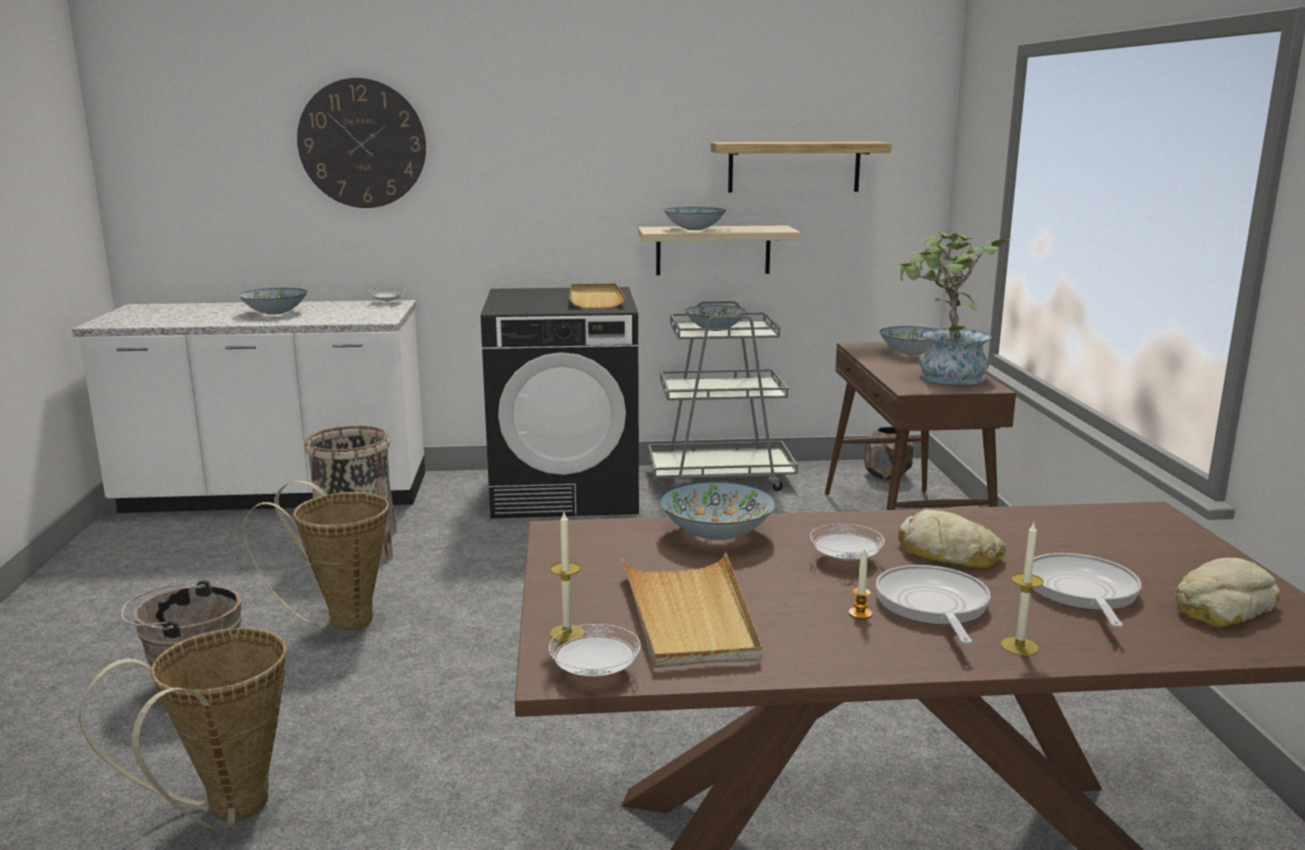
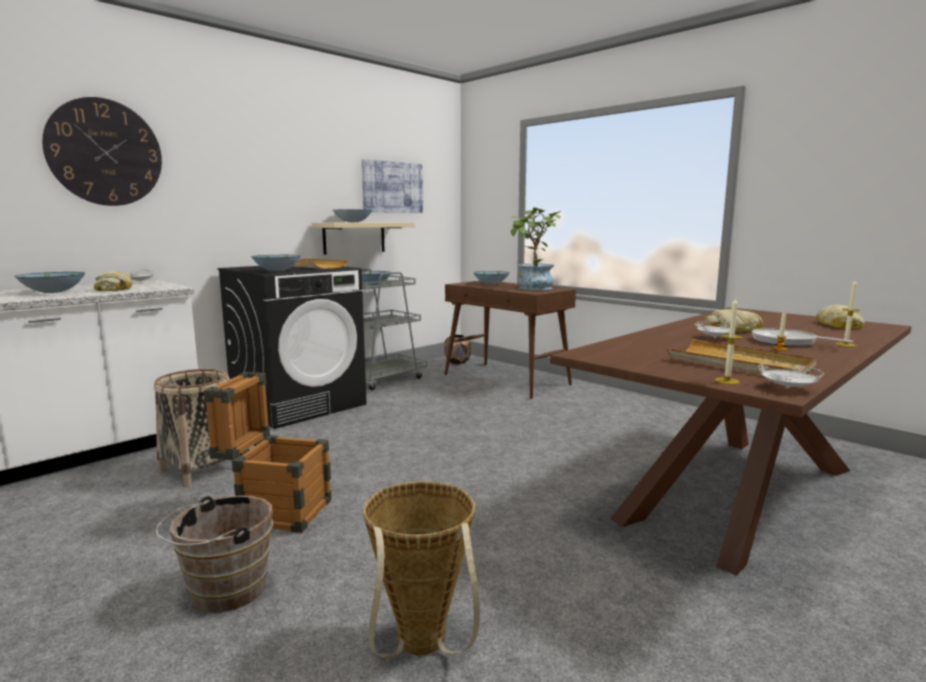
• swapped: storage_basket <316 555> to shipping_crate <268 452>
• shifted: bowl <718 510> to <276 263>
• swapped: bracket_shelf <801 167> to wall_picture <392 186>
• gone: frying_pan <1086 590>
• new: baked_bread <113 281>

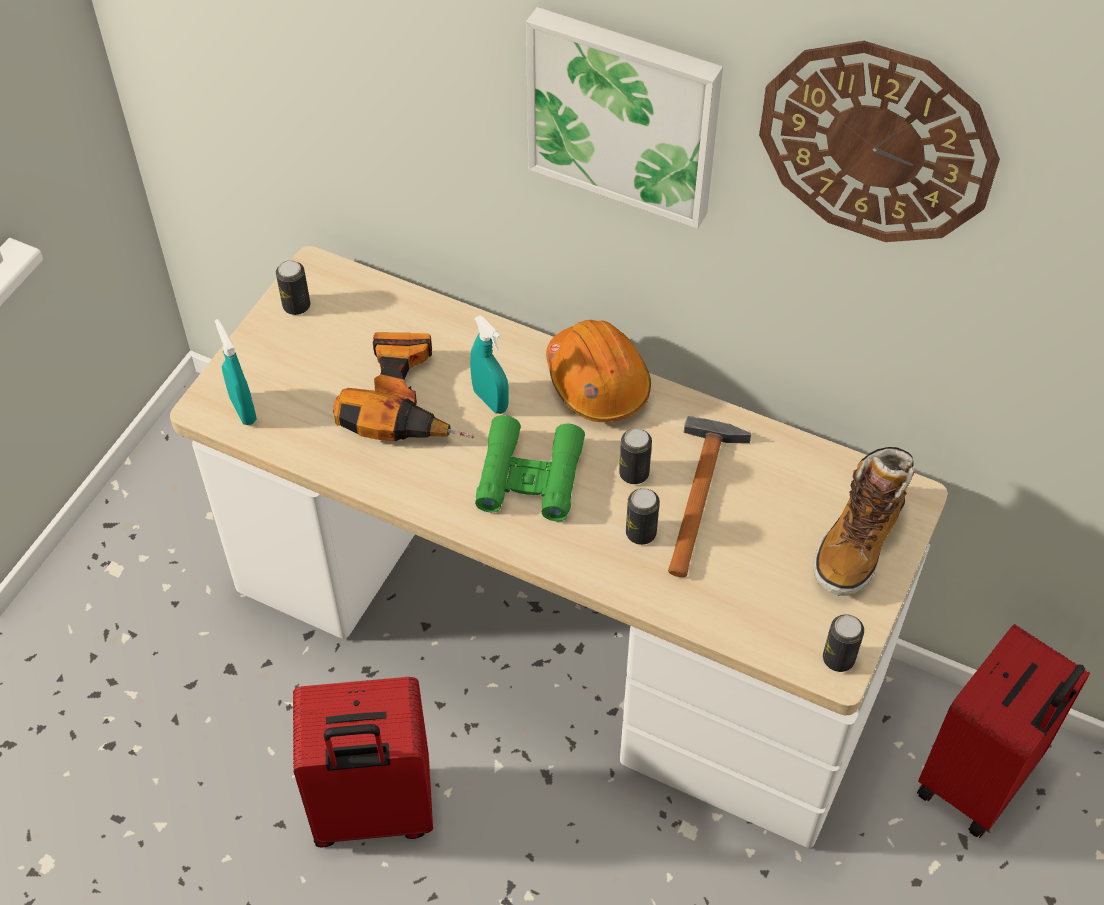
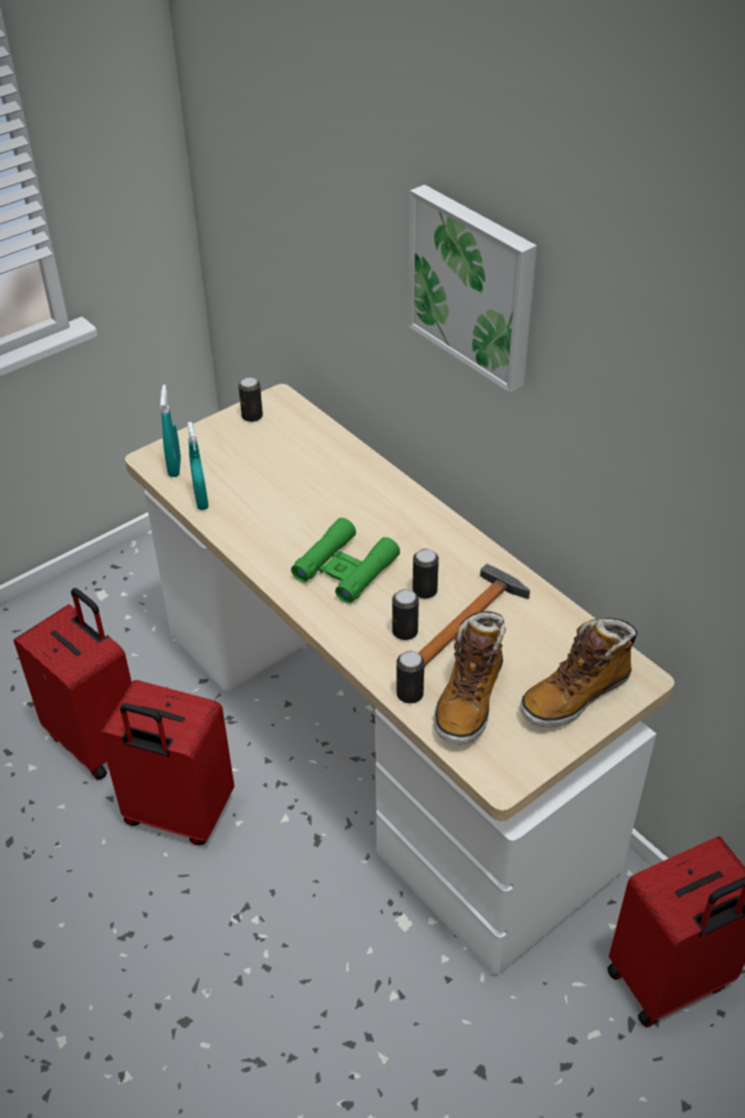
• gone: drill <403 387>
• shifted: turquoise_spray_bottle <489 364> to <198 466>
• gone: orange_hard_hat <598 371>
• gone: hanging_clock <879 141>
• shifted: sealed_can <843 643> to <410 677>
• new: reddish_piece_of_luggage <73 684>
• new: tall_boot <470 678>

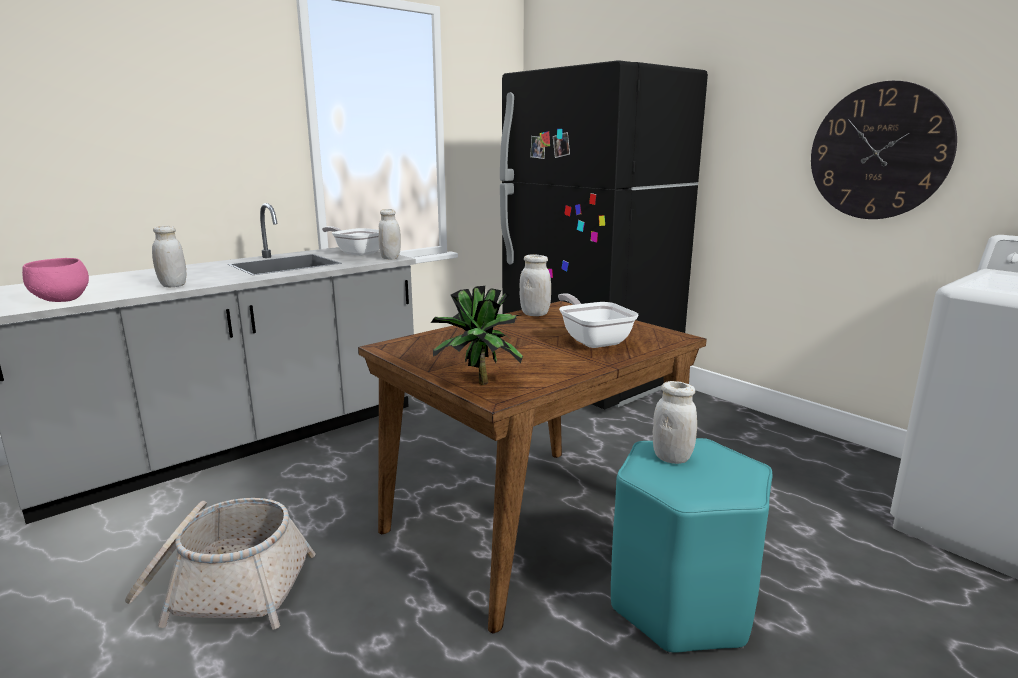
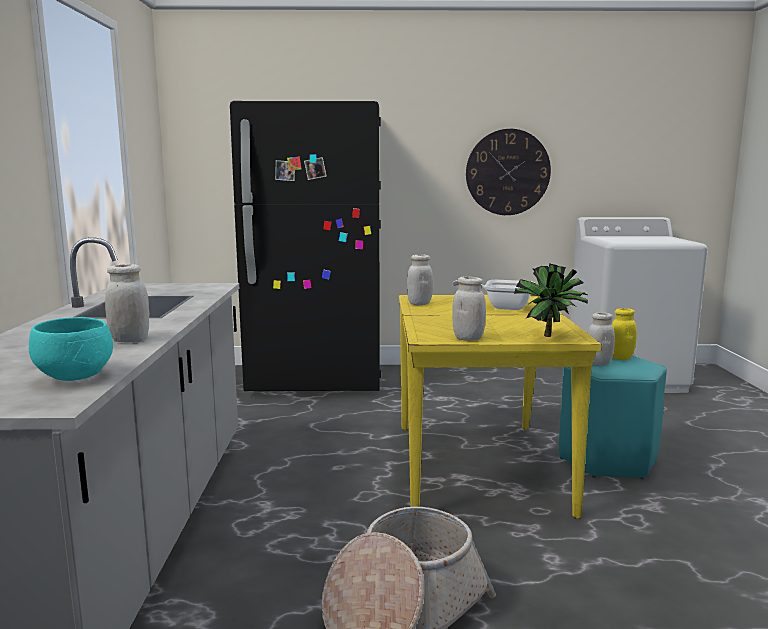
• repainted: pinkish_bowl <55 280> to turquoise_bowl <71 349>
• gone: frying_pan <350 241>
• repainted: brown_kitchen_table <532 467> to yellow-coloured_kitchen_table <500 407>
• shifted: white-coloured_storage_jar <389 234> to <469 308>
• new: yellow-coloured_storage_jar <624 334>

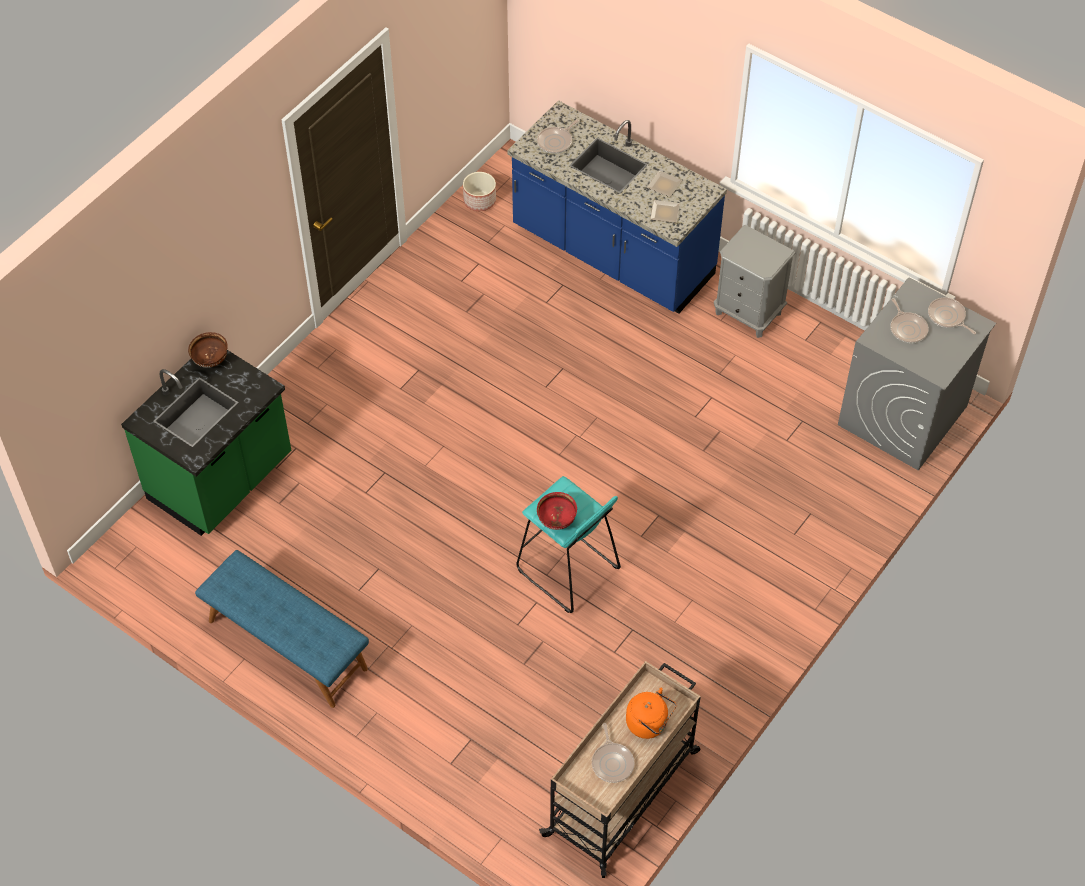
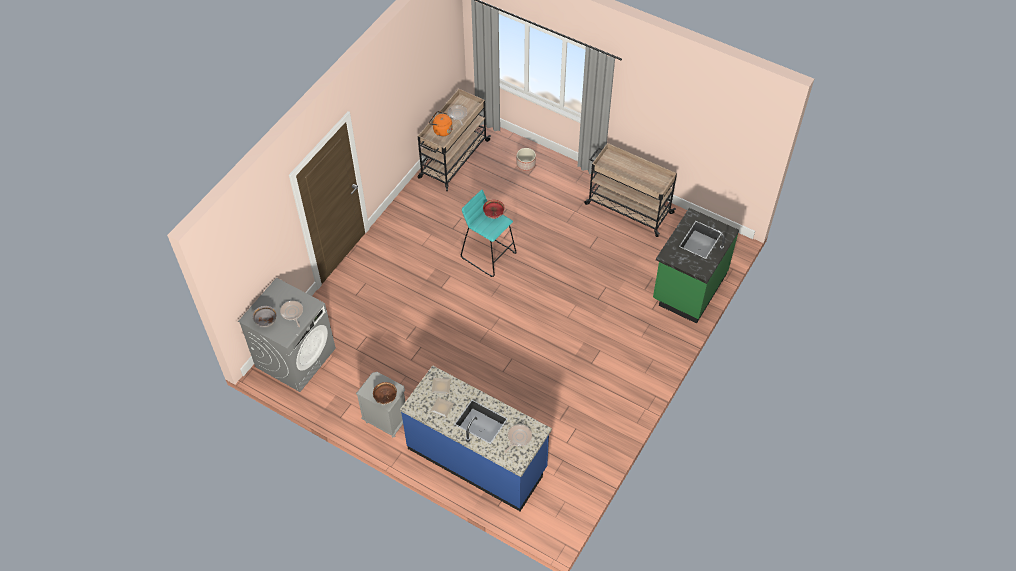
• shifted: brown_bowl <208 350> to <385 393>
• swapped: blue-coloured_bench <282 629> to sand-coloured_wheeled_cart <630 190>
• shifted: flower_pot <479 191> to <526 159>
• swapped: frying_pan <952 316> to gray_bowl <265 316>

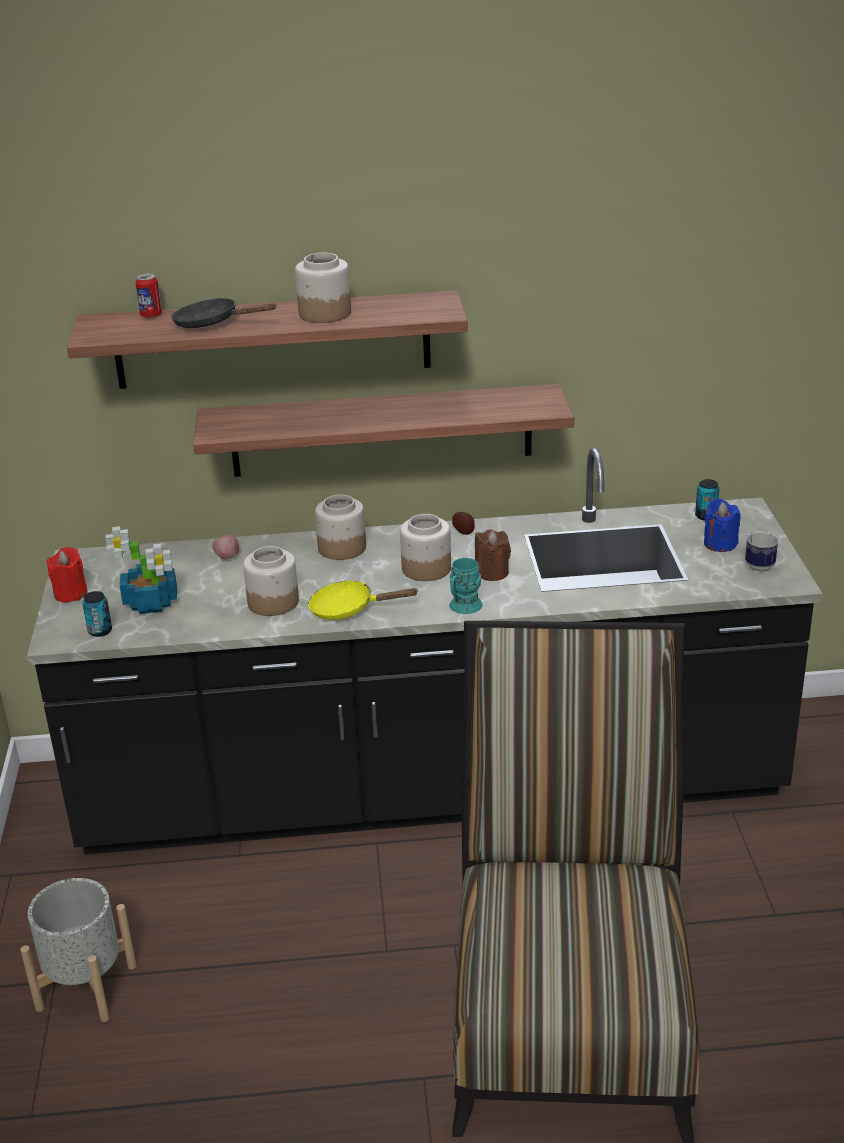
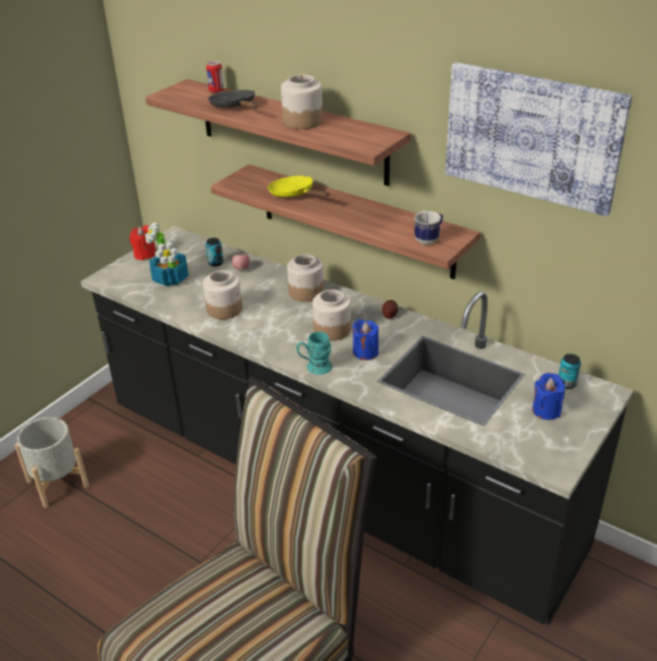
• shifted: sealed_can <97 614> to <214 252>
• shifted: yellow-coloured_frying_pan <363 600> to <299 186>
• repainted: brown_wax_candle <493 555> to blue-coloured_wax_candle <366 339>
• shifted: tea_mug <762 551> to <428 228>
• new: wall_picture <538 139>

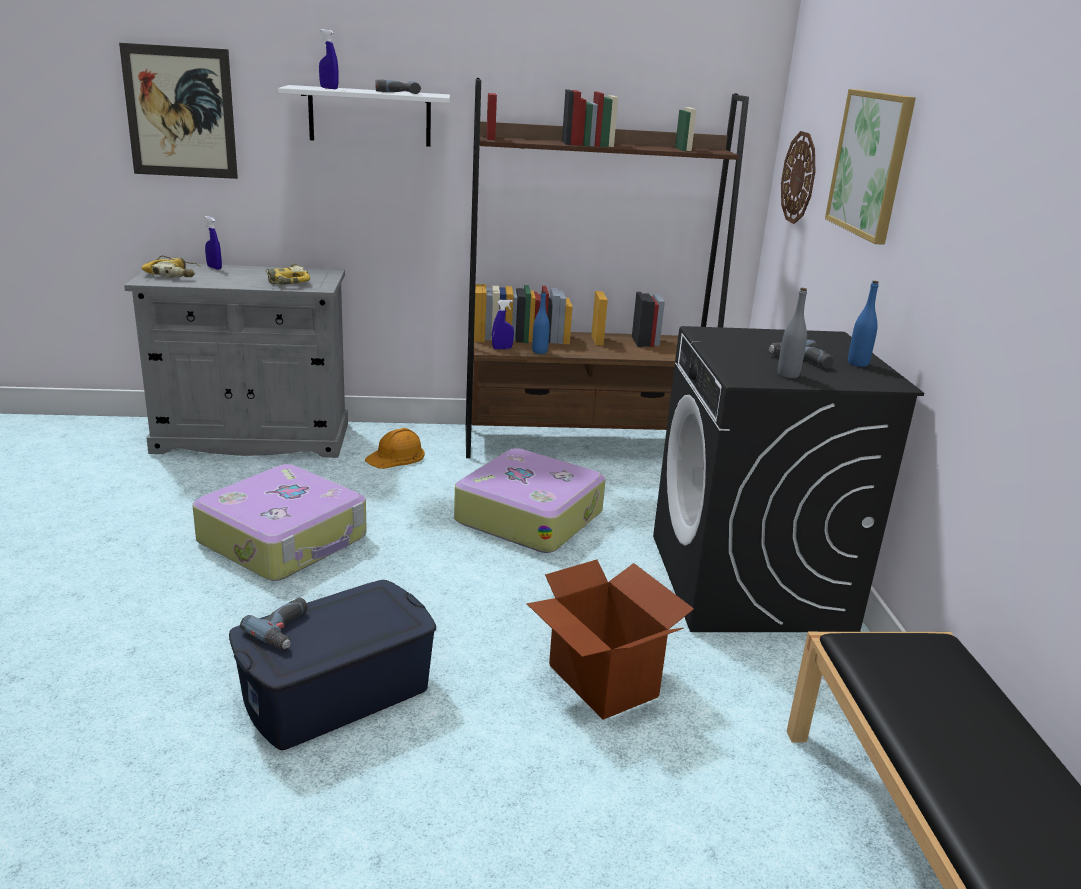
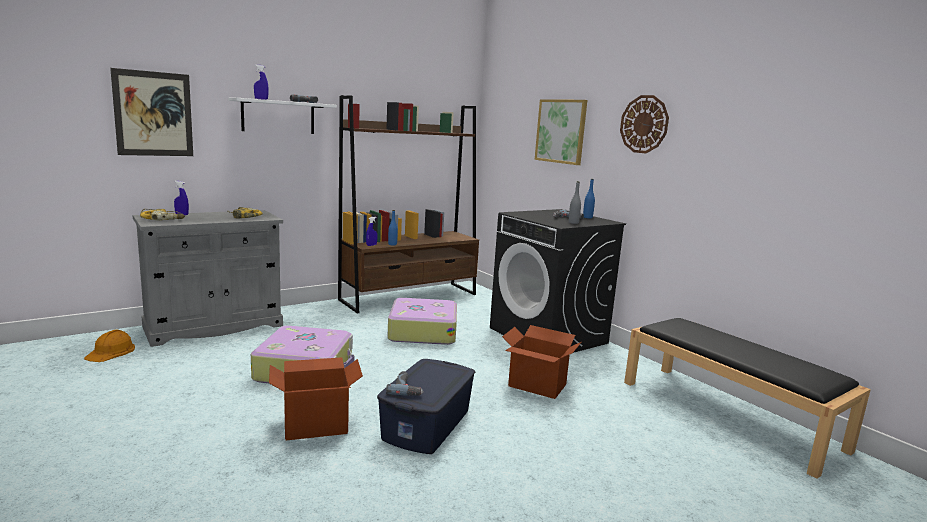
• shifted: orange_hard_hat <395 448> to <109 345>
• shifted: hanging_clock <798 177> to <644 124>
• new: cardboard_box <316 398>

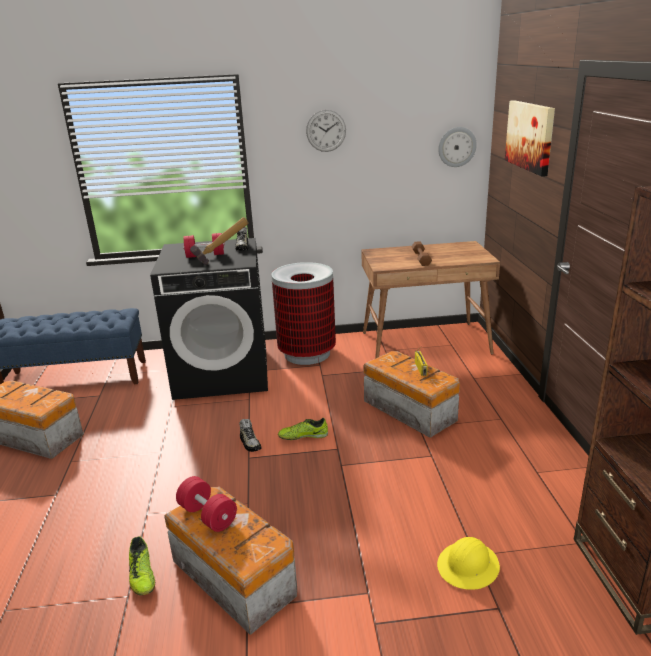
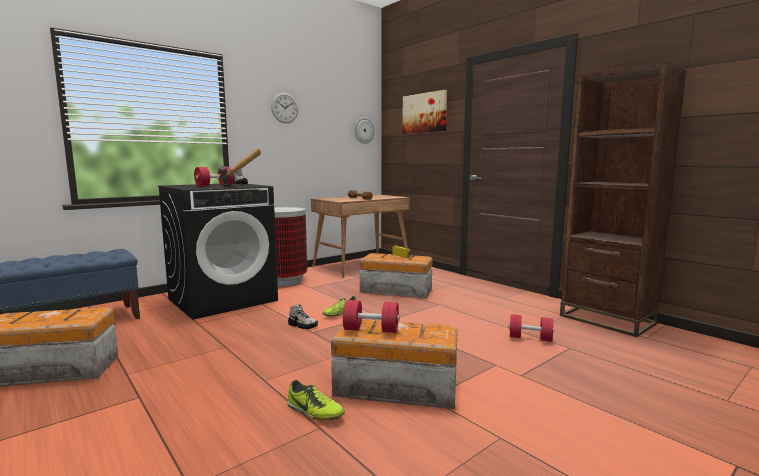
• swapped: yellow-coloured_hard_hat <468 563> to reddish_free_weight <531 328>

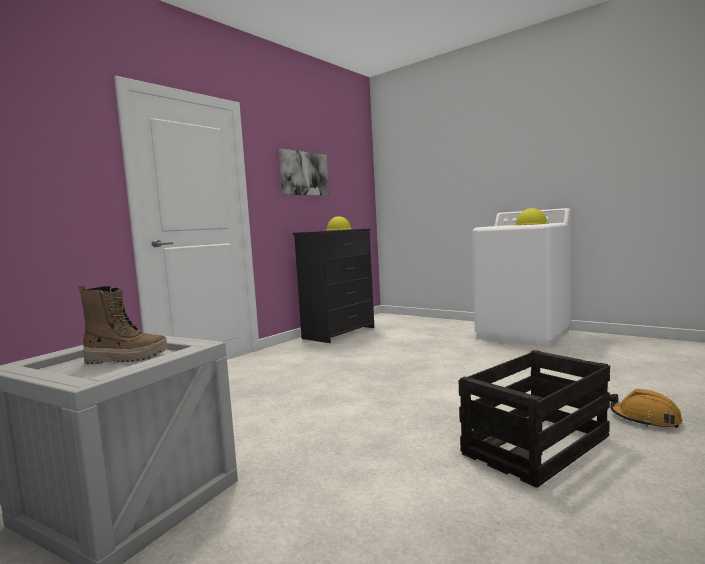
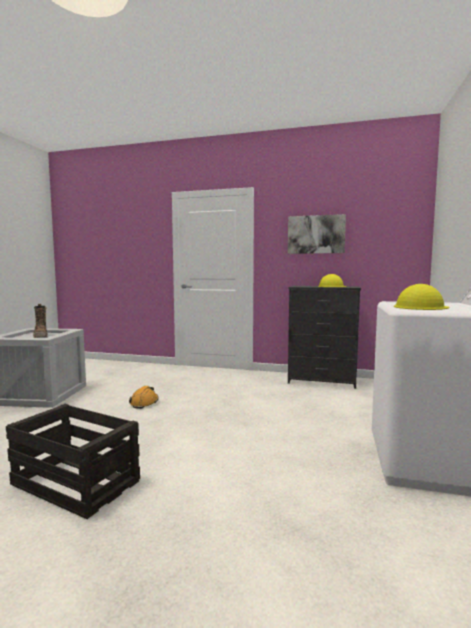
• shifted: orange_hard_hat <645 408> to <144 397>

